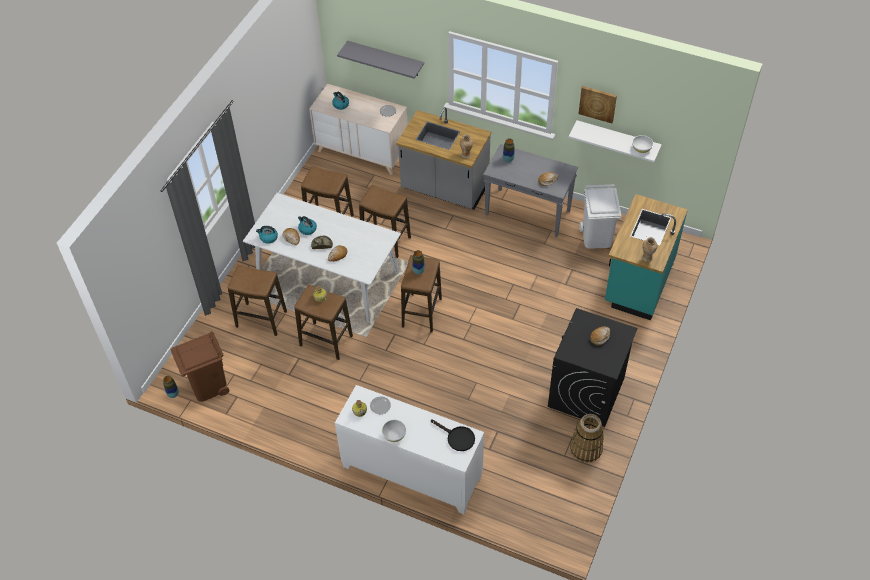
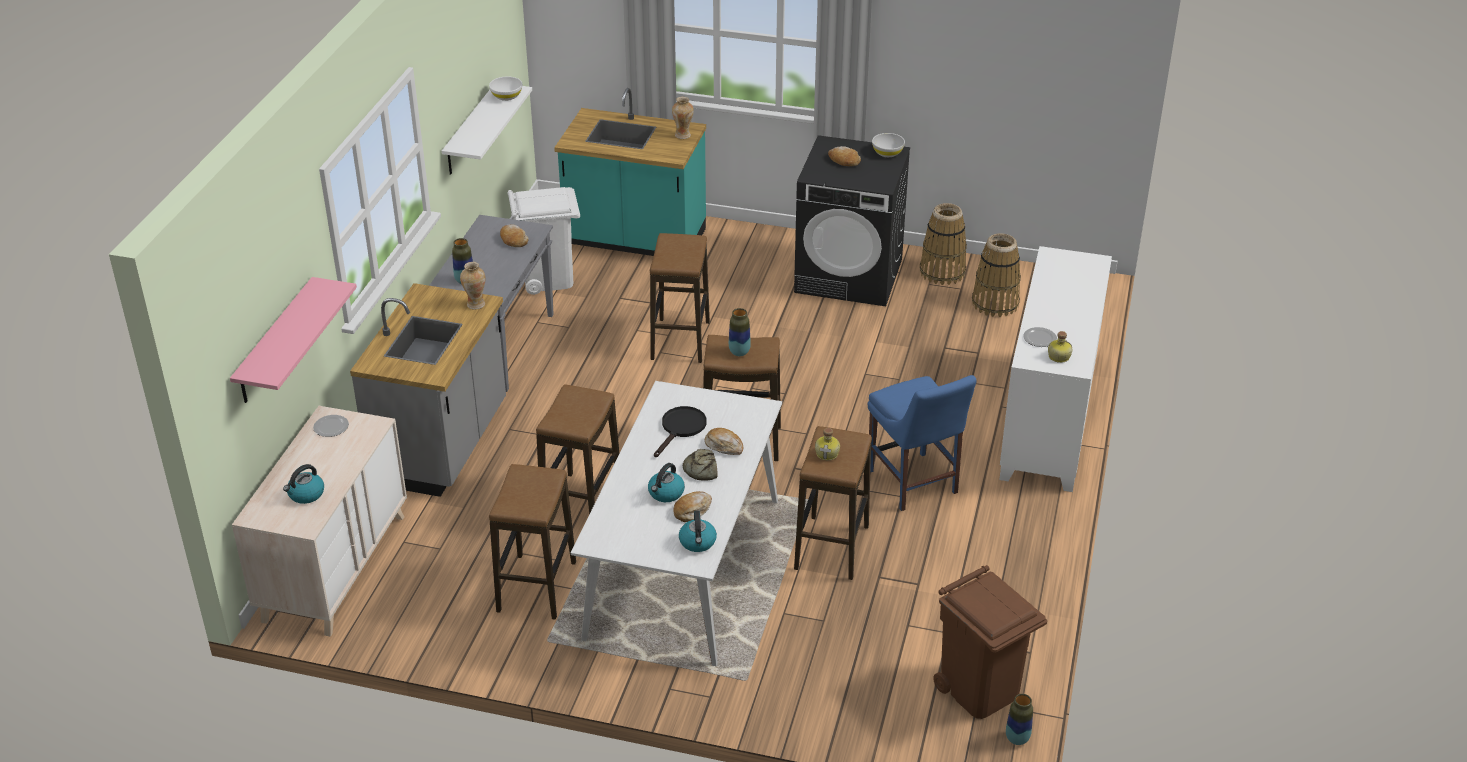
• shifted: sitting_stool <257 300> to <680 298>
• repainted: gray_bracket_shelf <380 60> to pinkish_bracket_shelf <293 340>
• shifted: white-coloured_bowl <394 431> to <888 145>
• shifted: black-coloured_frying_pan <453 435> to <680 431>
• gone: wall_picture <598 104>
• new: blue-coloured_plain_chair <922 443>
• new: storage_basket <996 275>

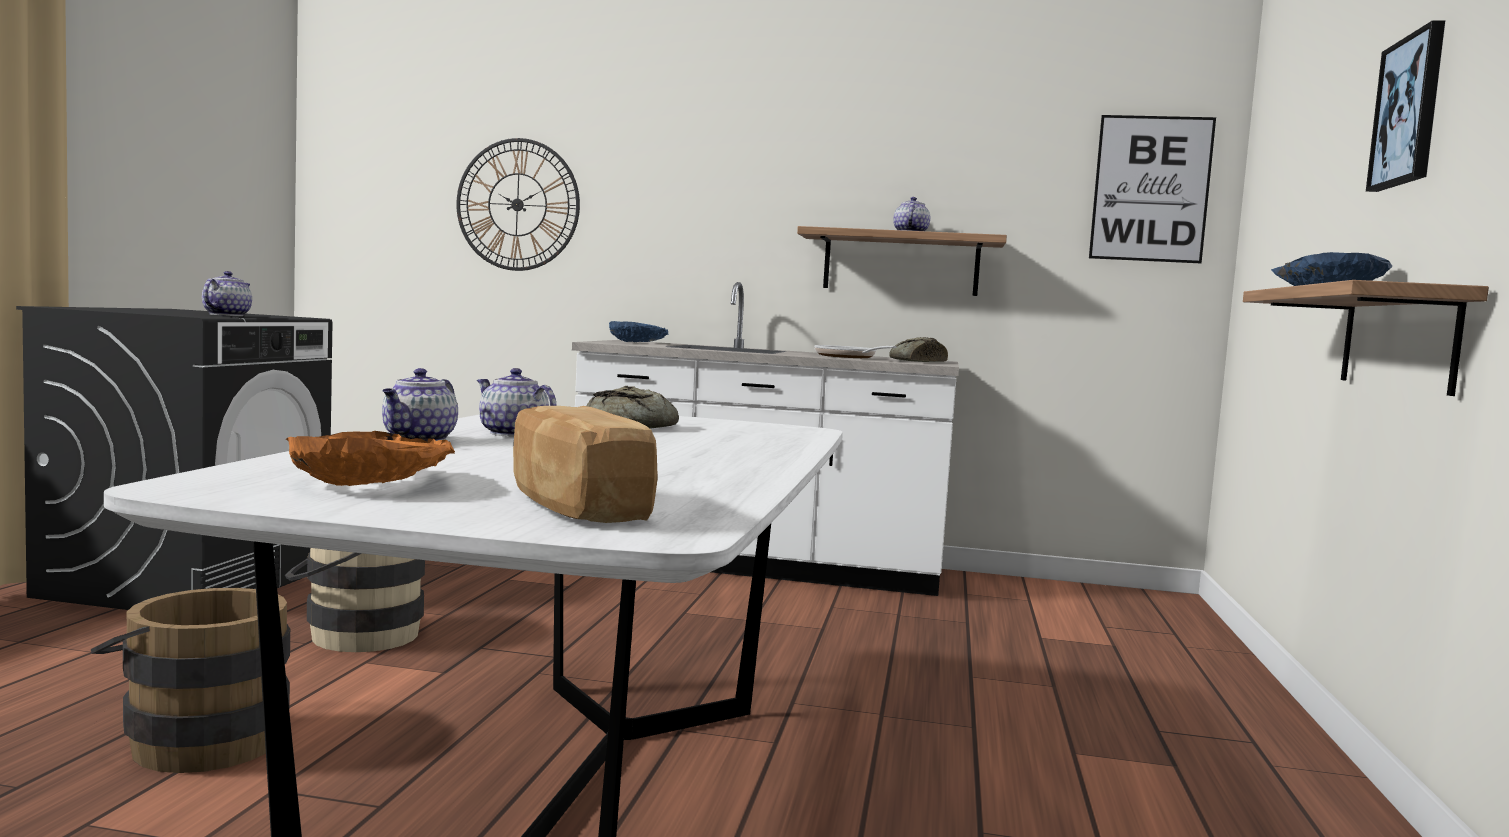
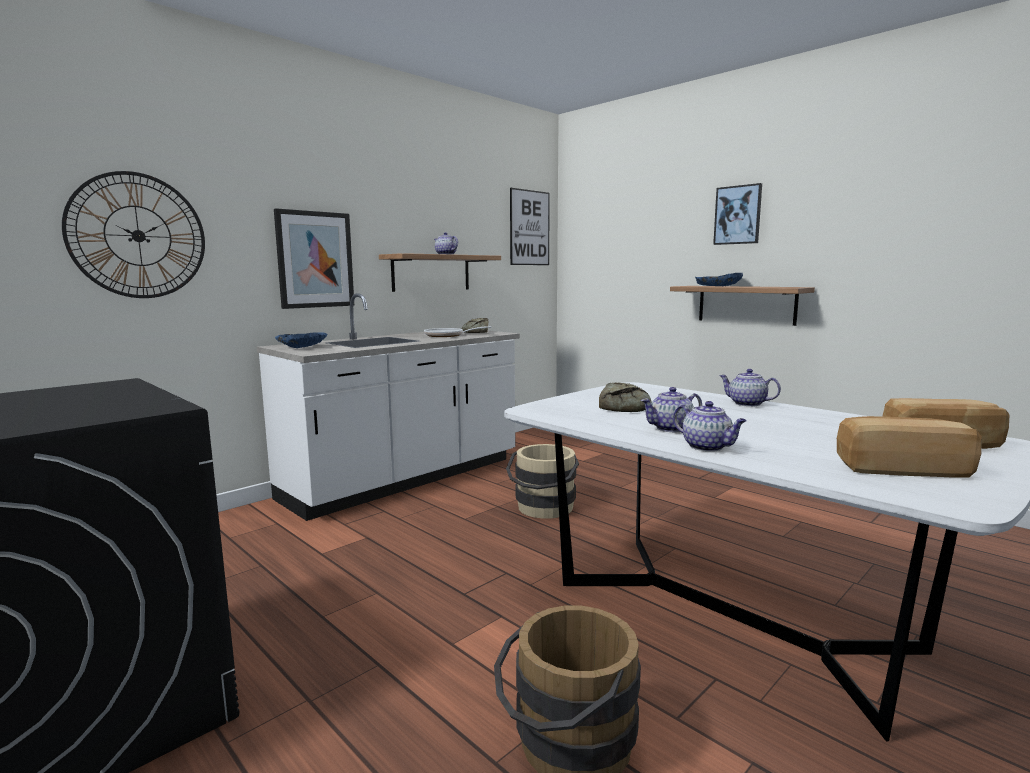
• shifted: tea_pot <227 293> to <750 388>
• shifted: sand-coloured_bucket <355 600> to <542 481>
• swapped: orange_bowl <370 458> to baked_bread <909 447>
• new: wall_picture <314 258>

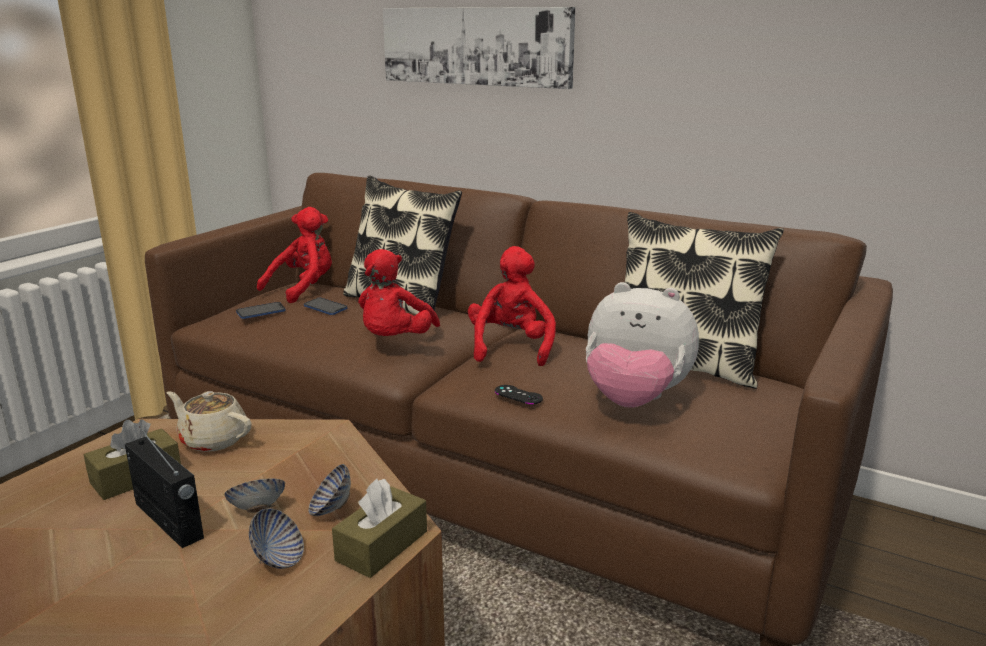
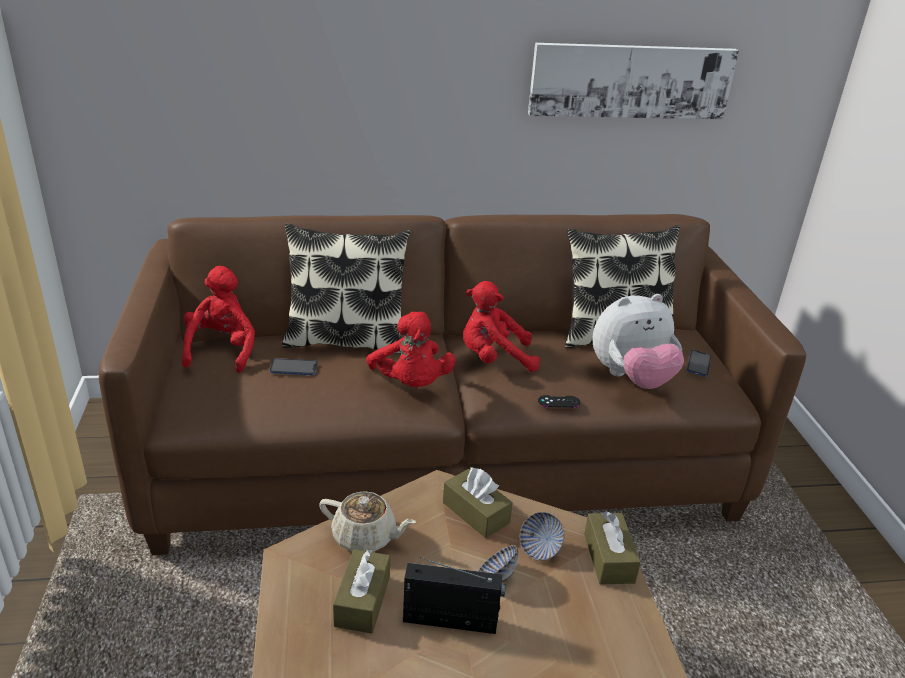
• rotated: sand-coloured_tea_pot <209 421> = <367 521> 150 degrees counterclockwise
• shifted: handset <260 310> to <699 363>
• gone: bowl <276 538>
• shifted: wall_picture <479 48> to <633 81>
• rotated: reddish_plush_toy <512 306> = <501 326> 60 degrees counterclockwise
• new: brown_tissue_holder <478 502>

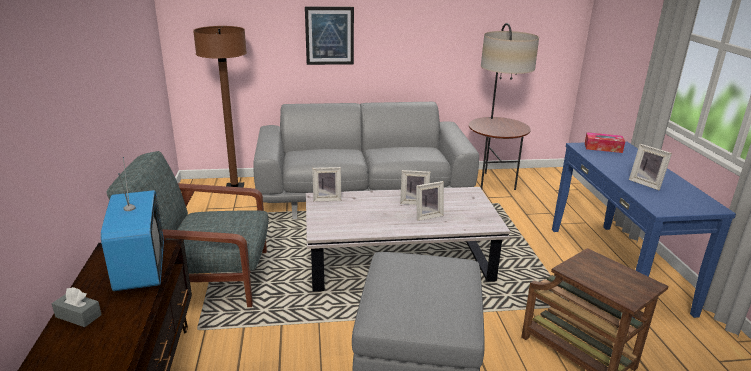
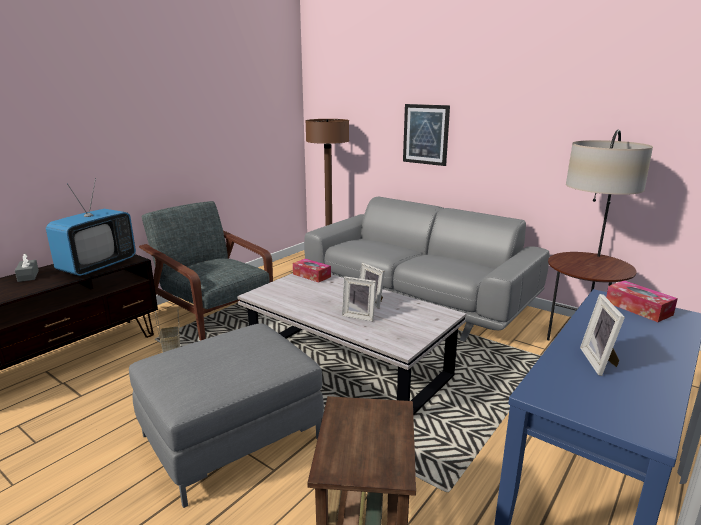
• swapped: standing_frame <326 184> to tissue_holder <312 271>
• new: storage_basket <167 331>

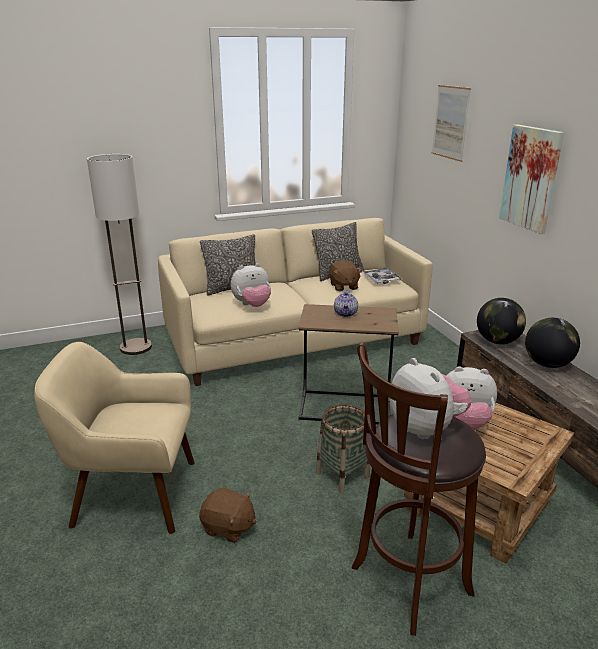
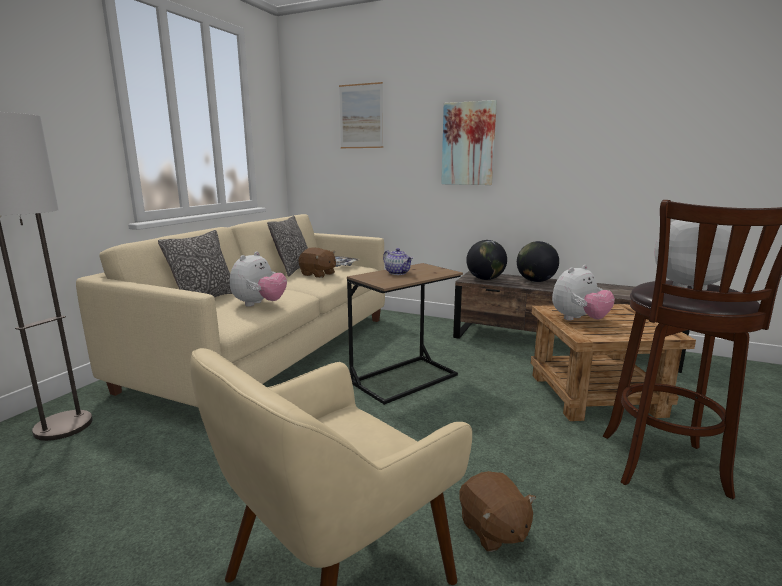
• rotated: brown_plush_toy <227 515> = <497 511> 90 degrees clockwise
• gone: storage_basket <343 448>

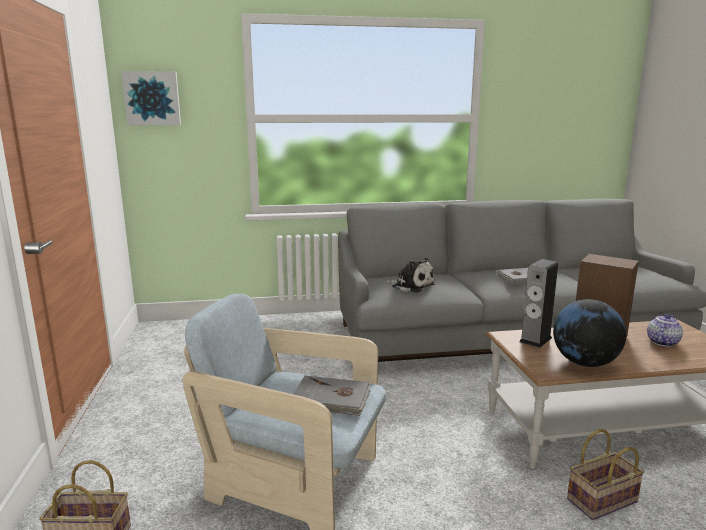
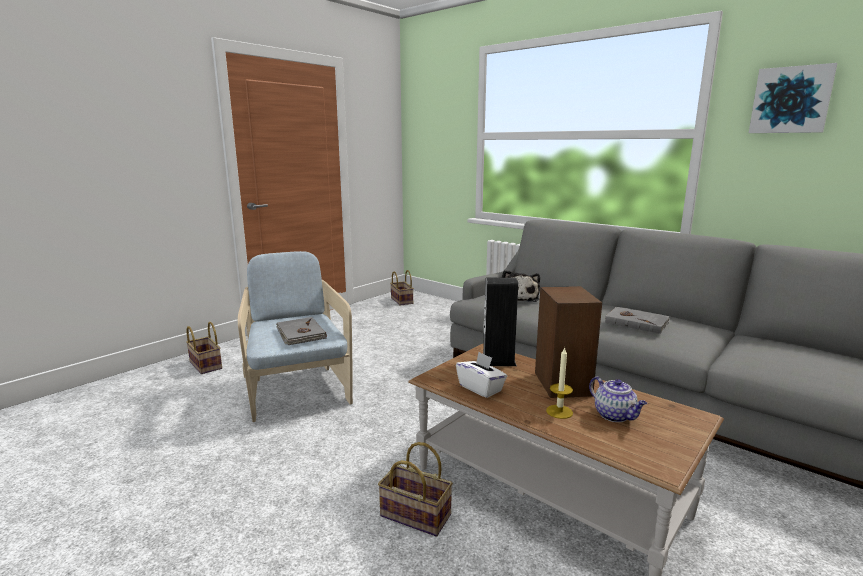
• shifted: wall_picture <151 98> to <793 98>
• swapped: globe <589 333> to white-coloured_tissue_holder <481 375>
• rotated: tea_pot <665 330> = <618 399> 60 degrees clockwise
• new: storage_basket <402 288>
• new: wax_candle <559 383>

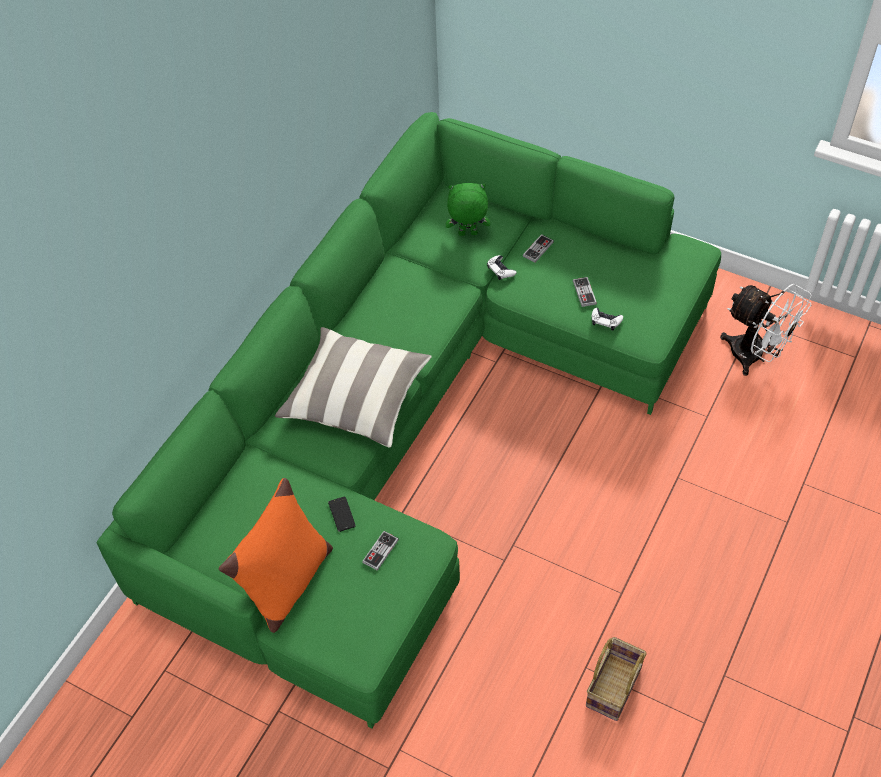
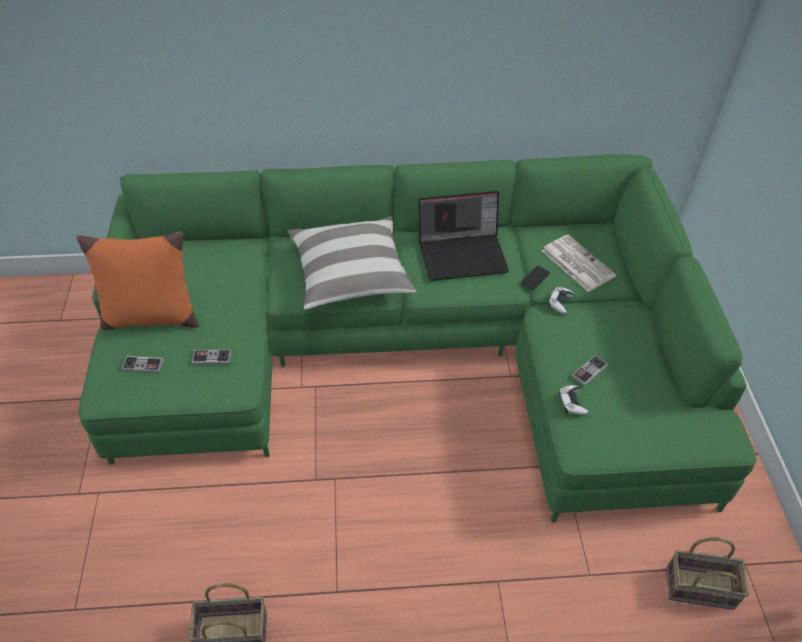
• shifted: handset <342 514> to <535 278>
• swapped: greenish_plush_toy <468 209> to printed_paper <578 263>
• shifted: joypad <538 248> to <142 364>
• swapped: white-coloured_cooling_fan <766 330> to storage_basket <707 573>
• new: laptop <463 236>

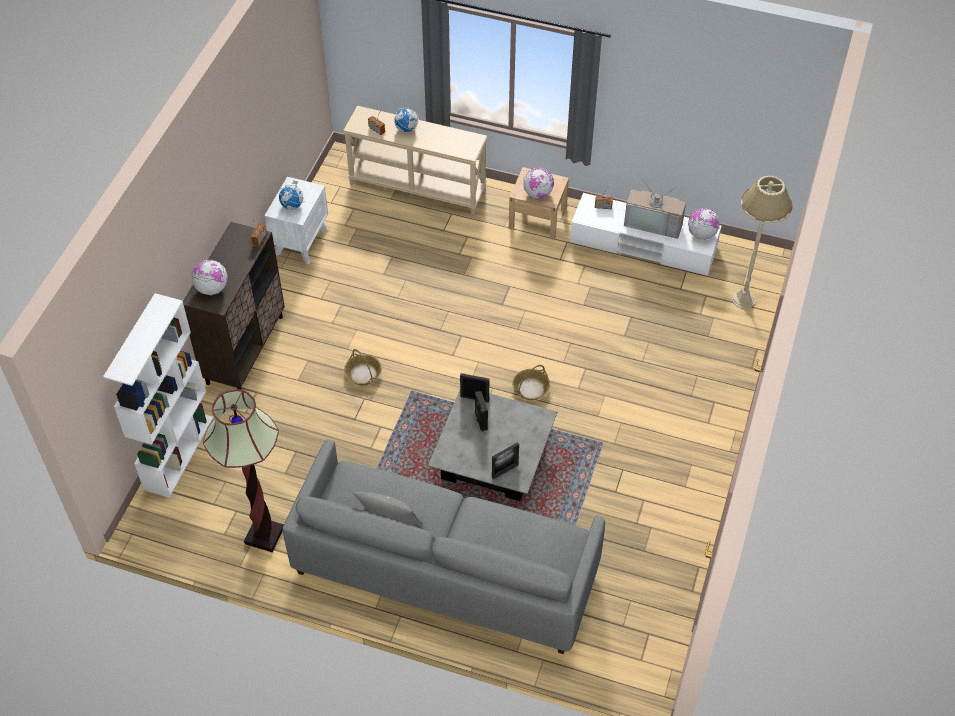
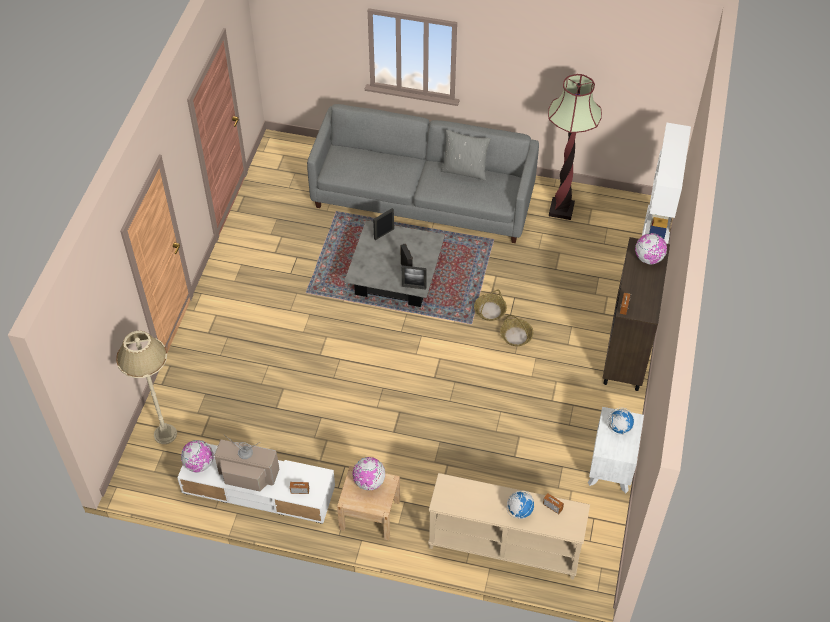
• shifted: storage_basket <531 382> to <490 305>

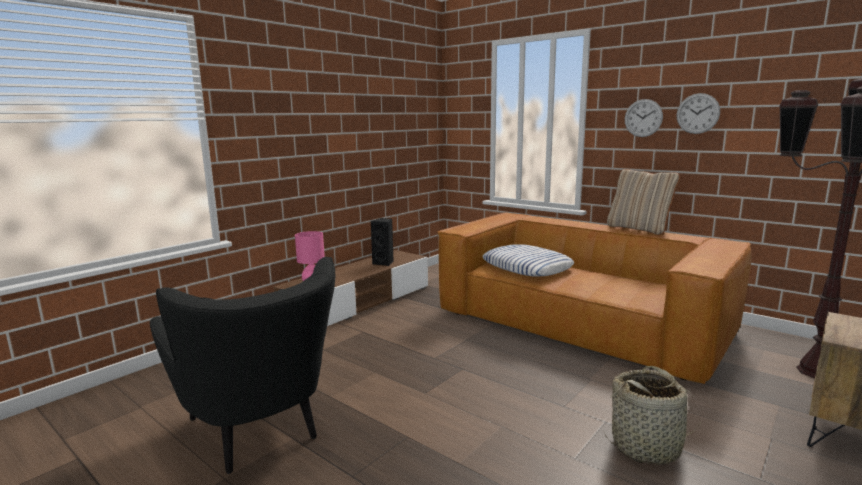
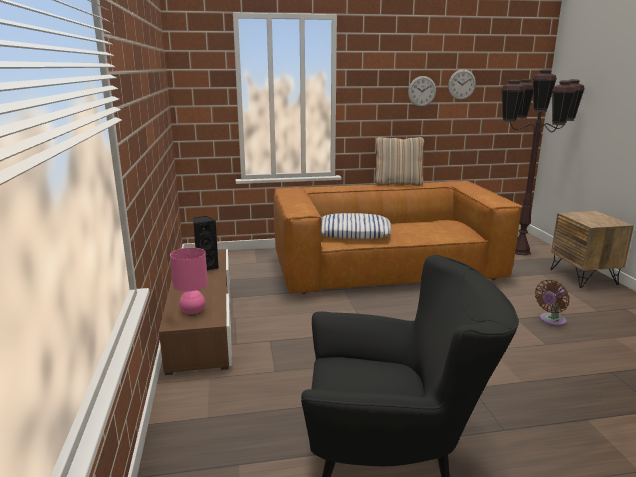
• swapped: storage_basket <653 415> to brown_cooling_fan <552 303>
• shifted: hanging_clock <644 118> to <462 84>

